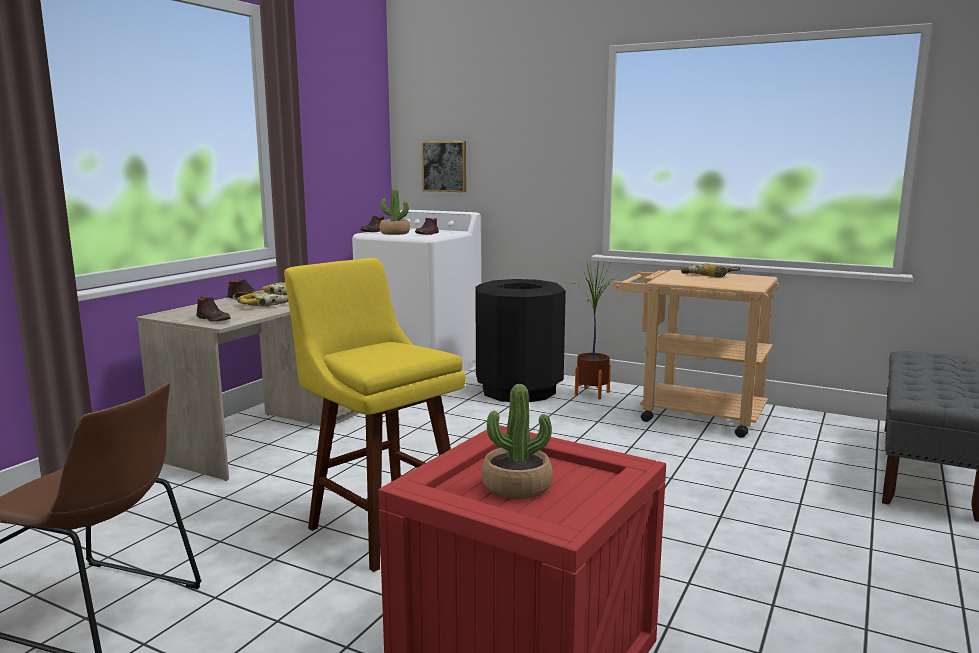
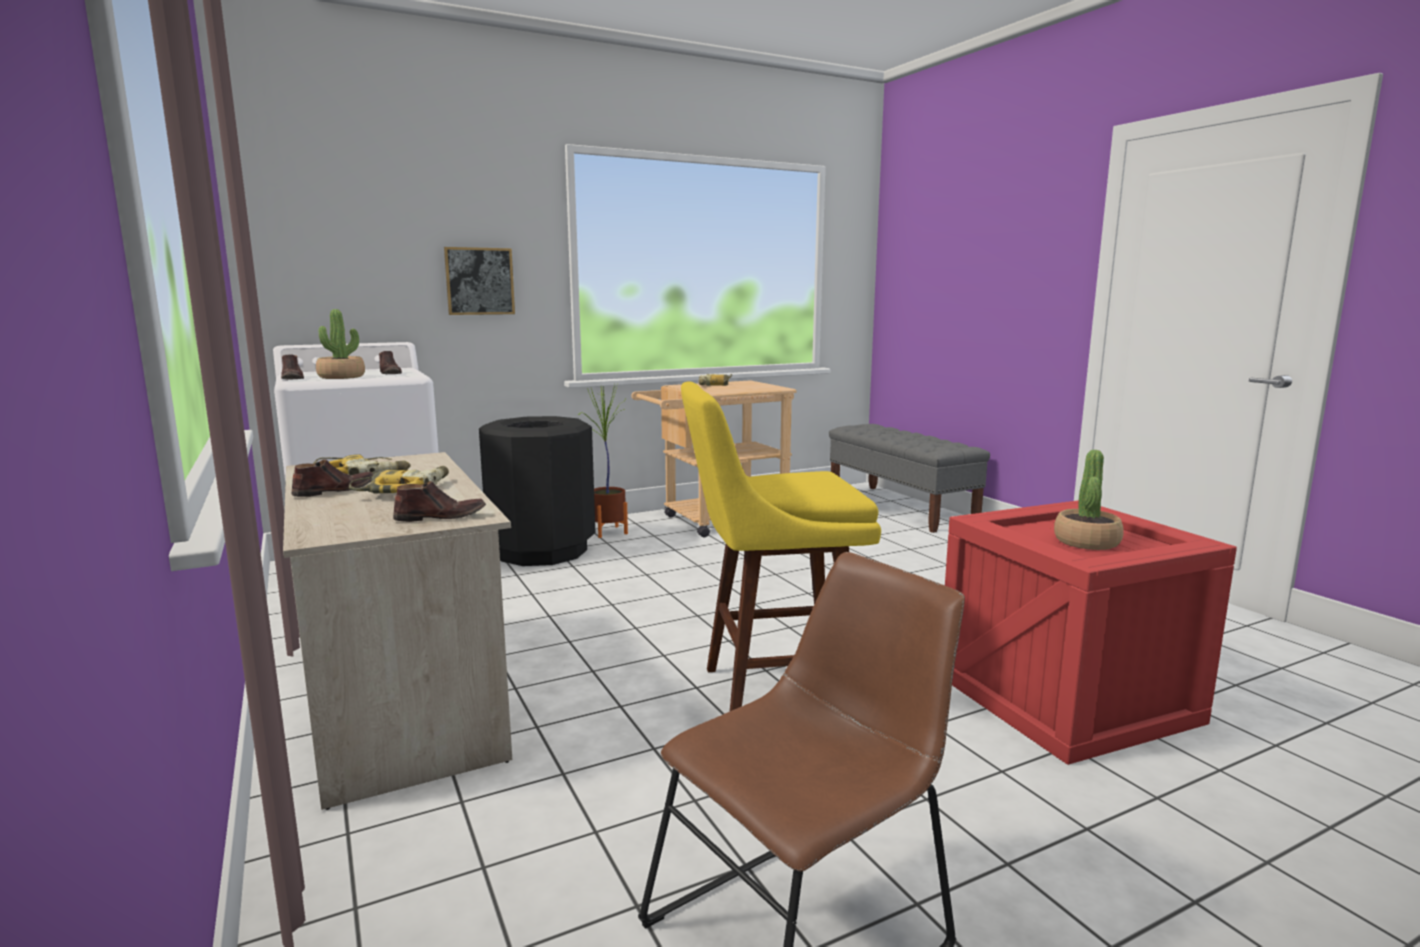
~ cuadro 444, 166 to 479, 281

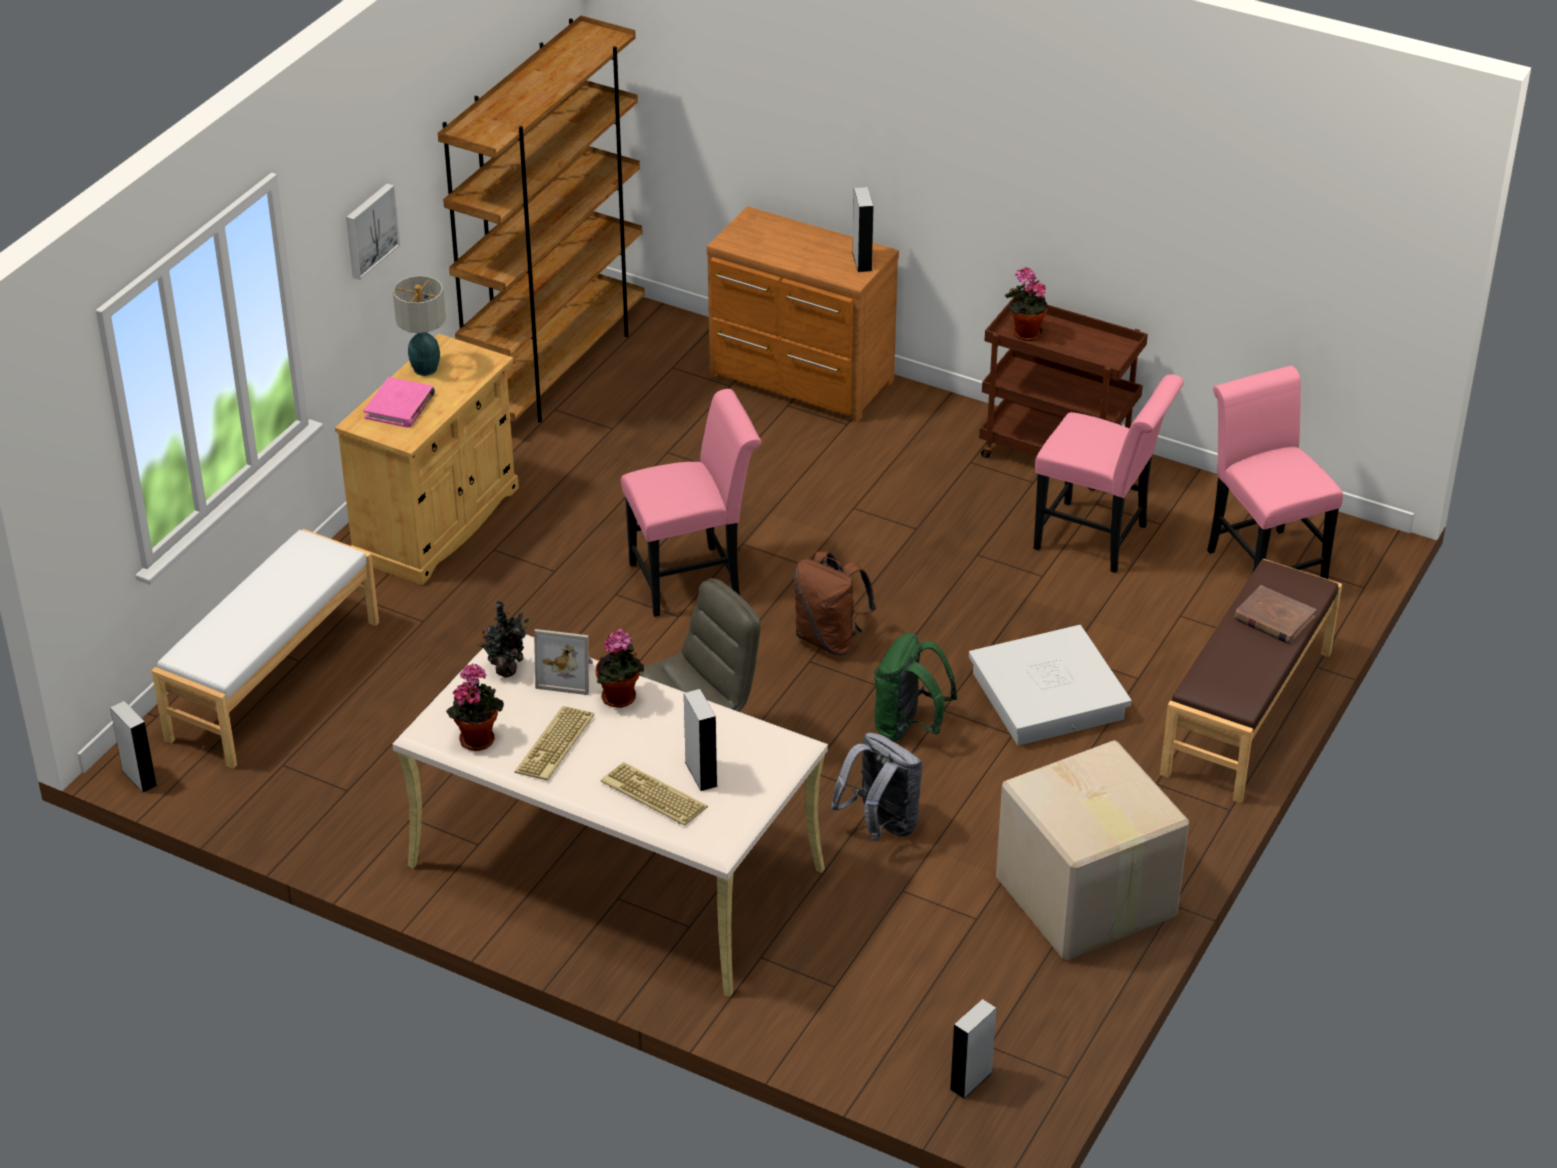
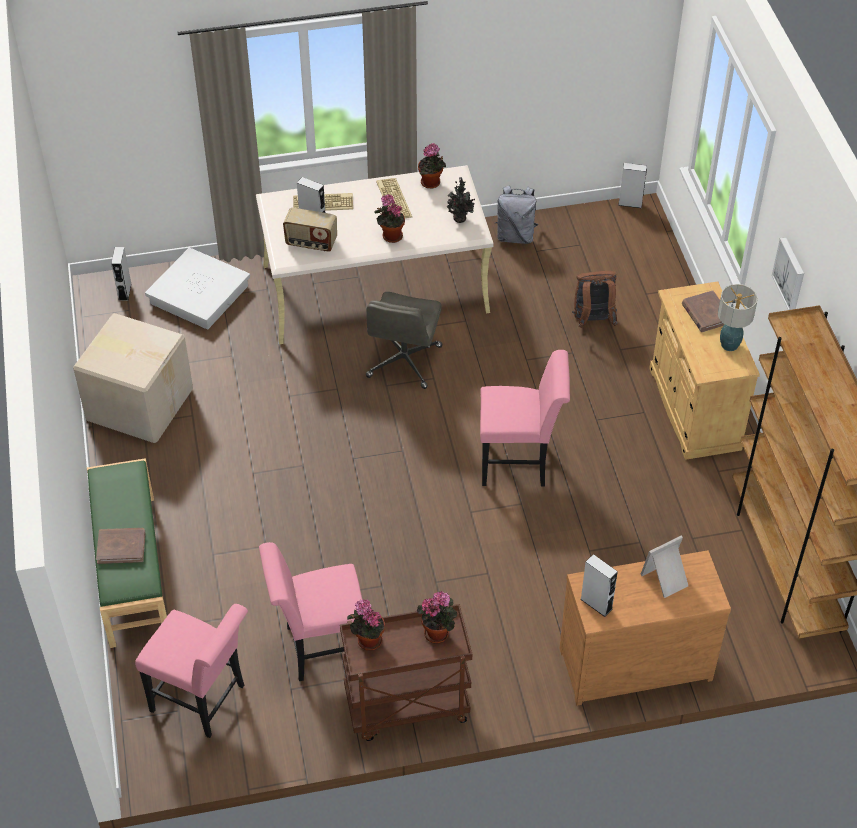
- banco (blanco) 273, 680
- mochila (verde) 909, 727
+ radio 311, 243
+ planta en maceta 367, 640
~ portarretratos 568, 674 to 666, 580
~ mochila (marrón) 830, 639 to 592, 321
~ mochila (gris) 880, 826 to 515, 236
~ caja de almacenaje (blanco) 1047, 696 to 199, 294
~ libro (rosa) 400, 406 to libro (marrón) 706, 313
~ banco (marrón) 1248, 713 to banco (verde) 131, 570
~ silla (rosa) 693, 579 = 520, 462 120 degrees counterclockwise

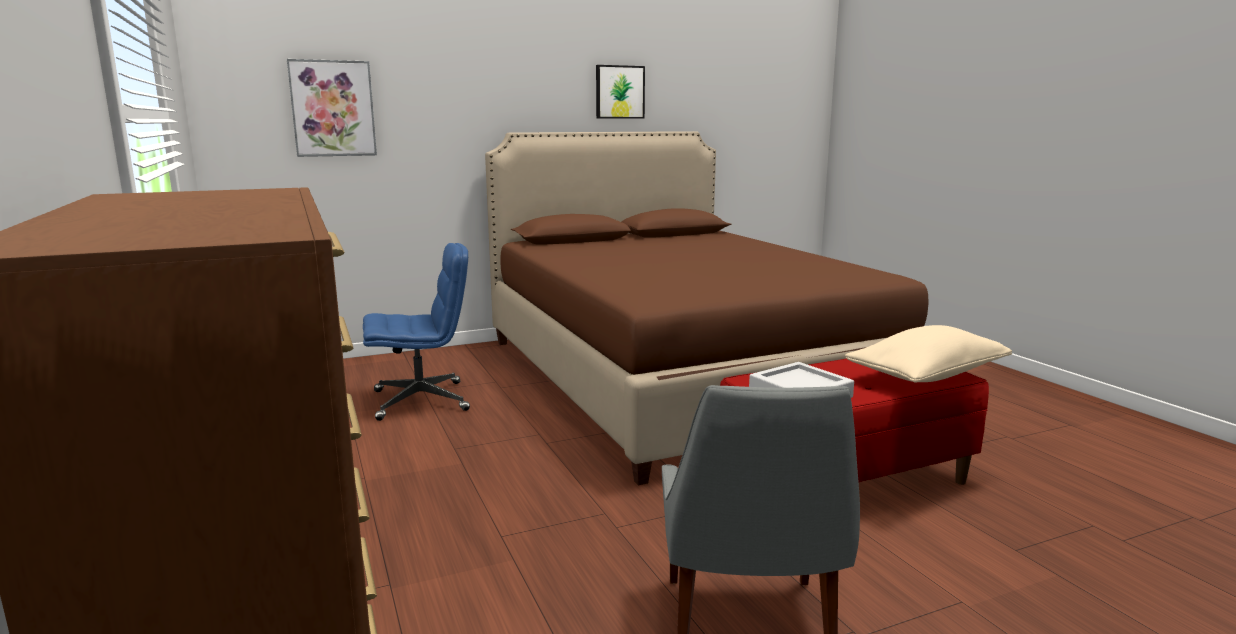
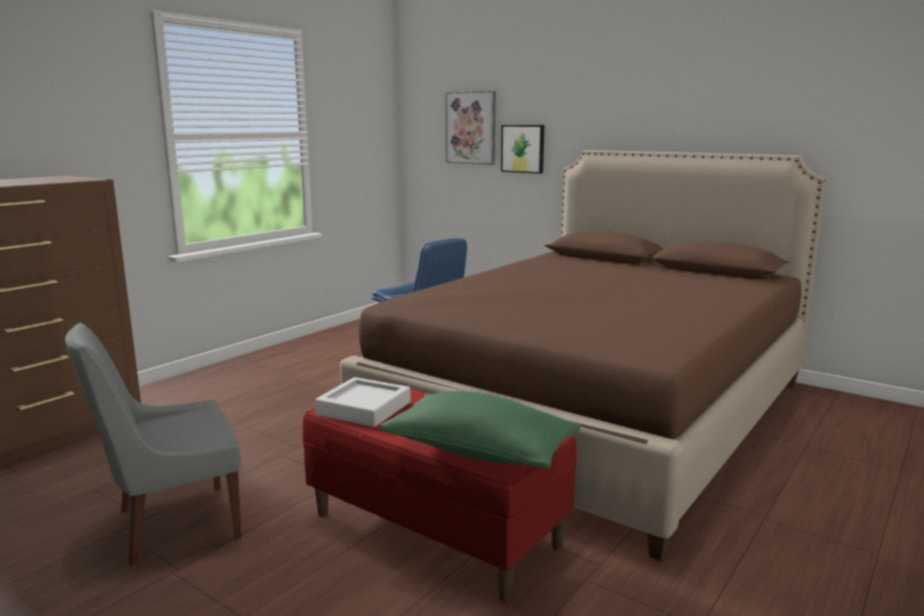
~ cuadro 619, 92 to 523, 148
~ cojín (beis) 926, 376 to cojín (verde) 480, 452

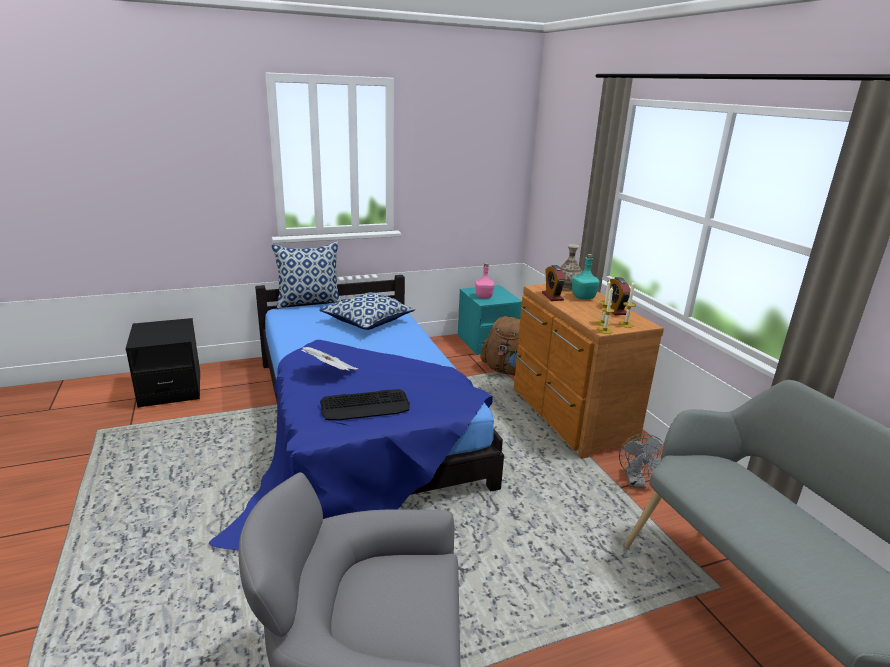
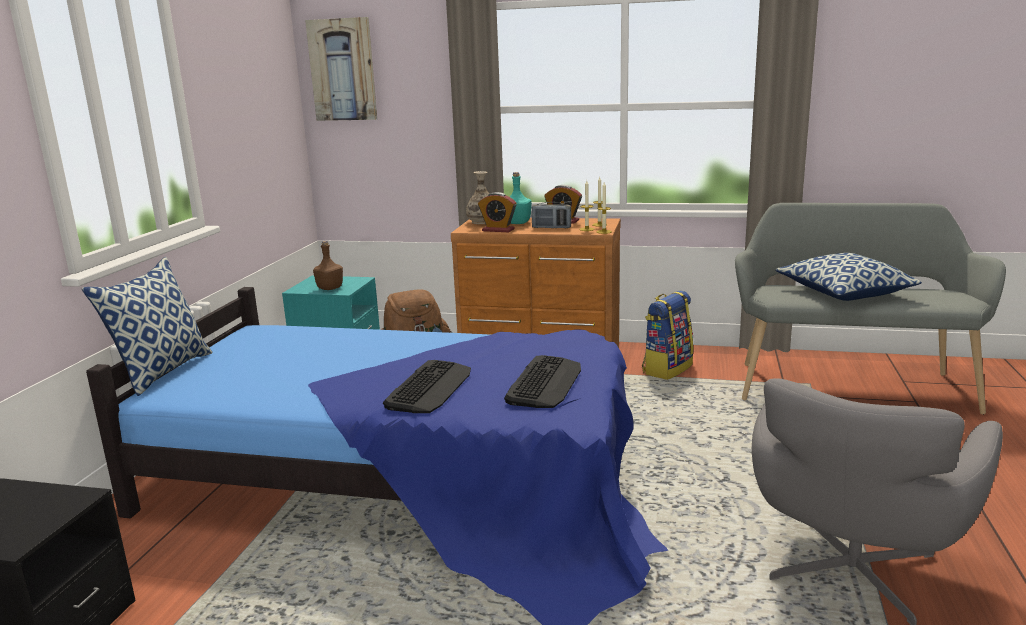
+ cuadro 343, 70
+ radio 551, 227
~ cojín 367, 321 to 843, 293
~ periódico 330, 372 to teclado 430, 387
~ ventilador (gris) 636, 483 to mochila 667, 368
~ botella (rosa) 484, 297 to botella (marrón) 330, 288

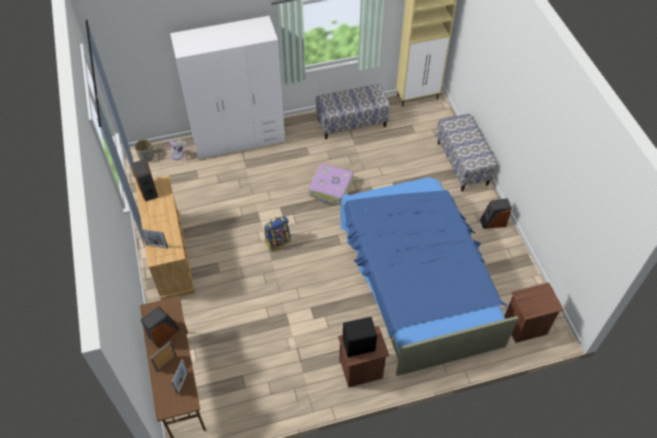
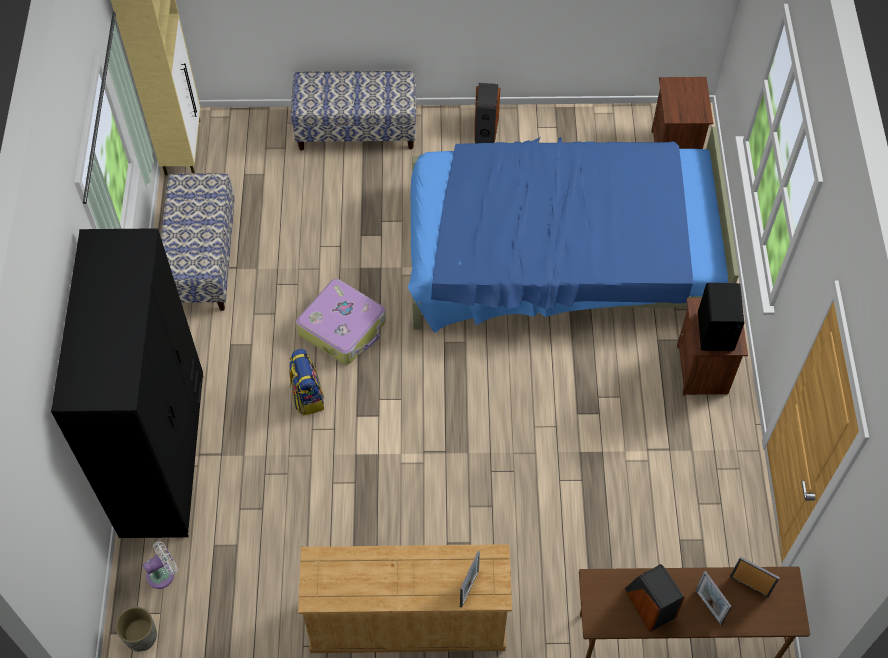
- altavoz 148, 190
~ mochila 277, 241 to 307, 396
~ armario ropero (blanco) 239, 139 to armario ropero (negro) 163, 453

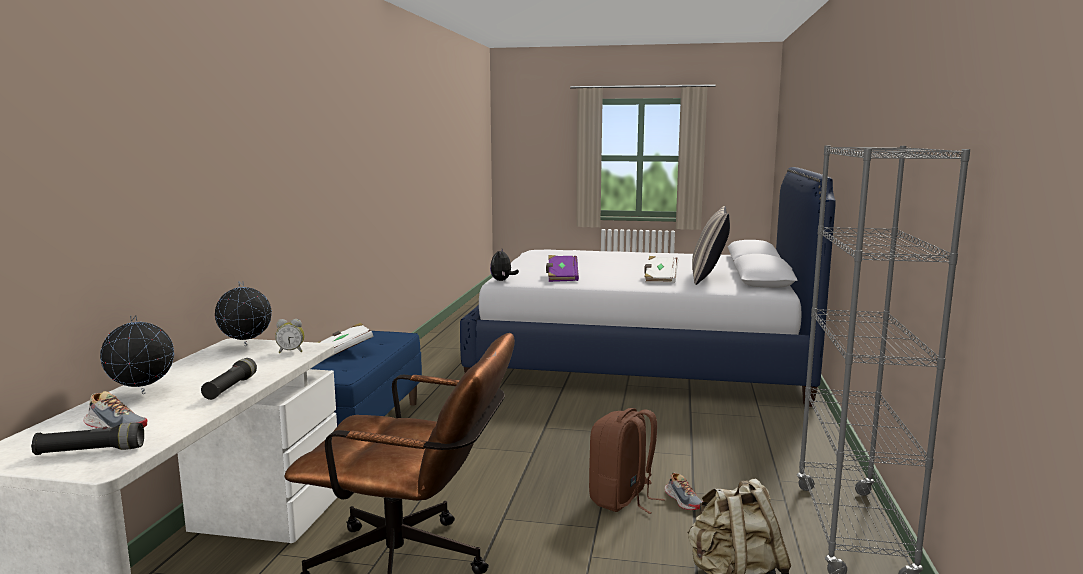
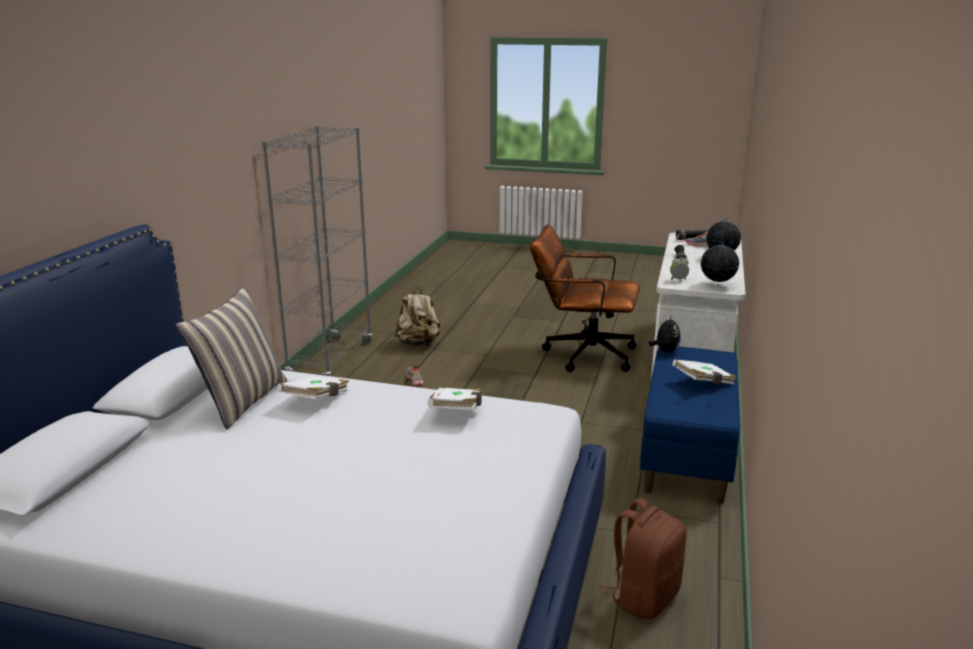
~ peluche 502, 280 to 665, 351
~ mochila (marrón) 622, 499 to 644, 596
~ libro (morado) 561, 277 to libro (blanco) 457, 411

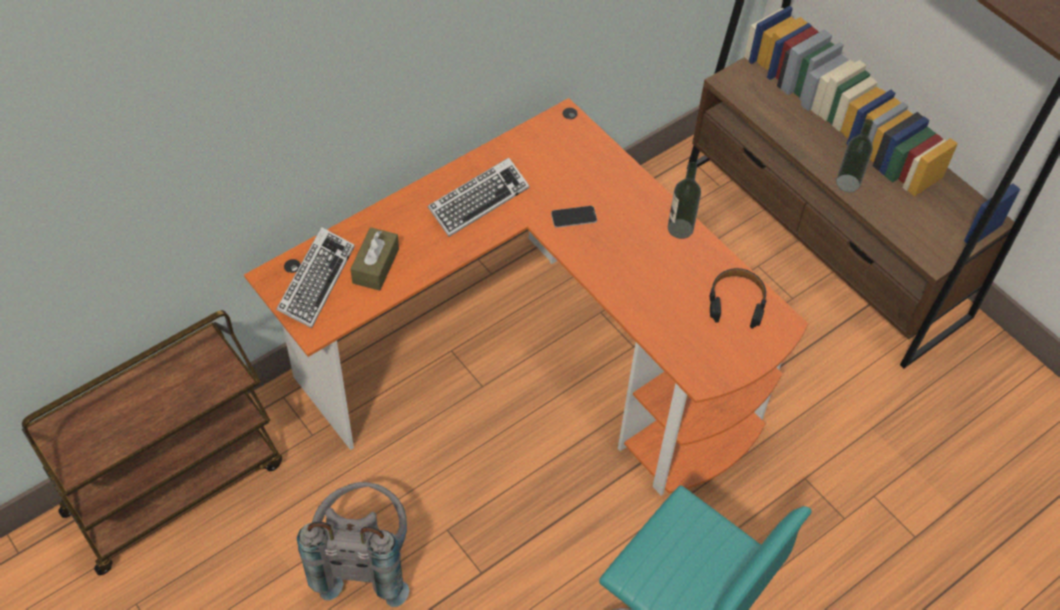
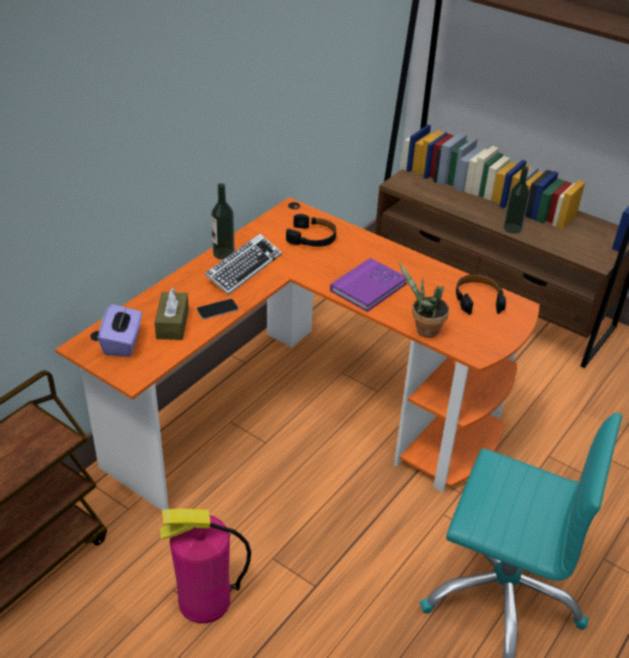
+ auriculares (negro) 312, 238
+ libro (morado) 368, 287
+ planta en maceta 423, 330
~ móvil 573, 217 to 217, 309
~ botella 680, 228 to 223, 253
~ teclado 316, 281 to caja de pañuelos (morado) 123, 343
~ mochila (gris) 362, 560 to extintor 204, 601

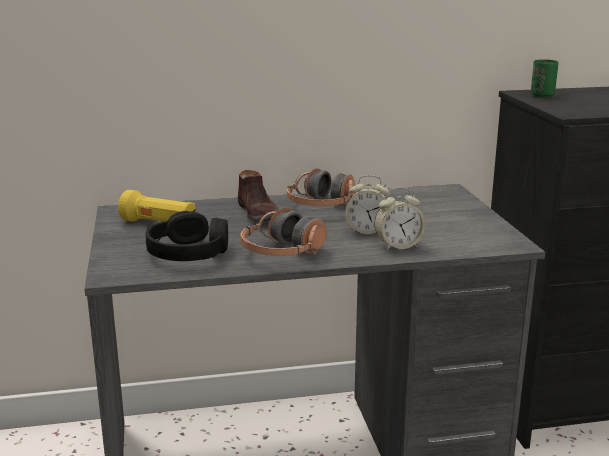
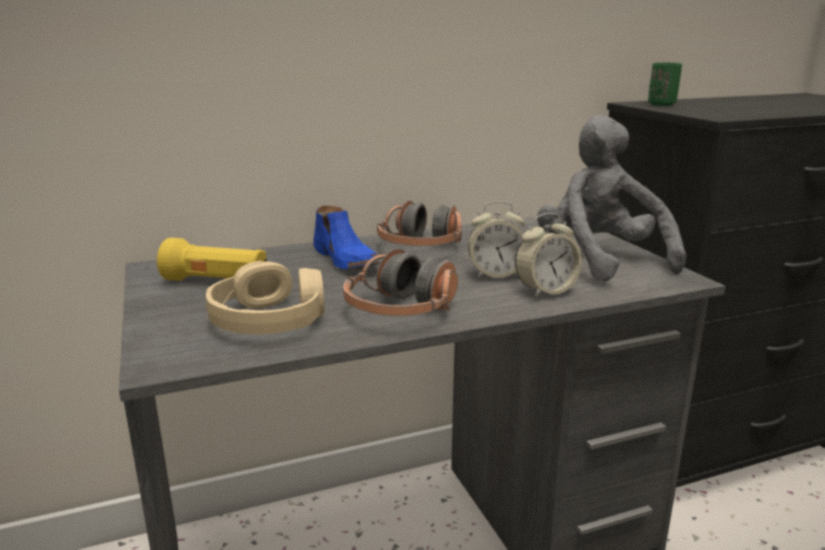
+ peluche (gris) 599, 259
~ auriculares (negro) 189, 253 to auriculares (beis) 270, 320
~ zapato (marrón) 259, 213 to zapato (azul) 346, 260

